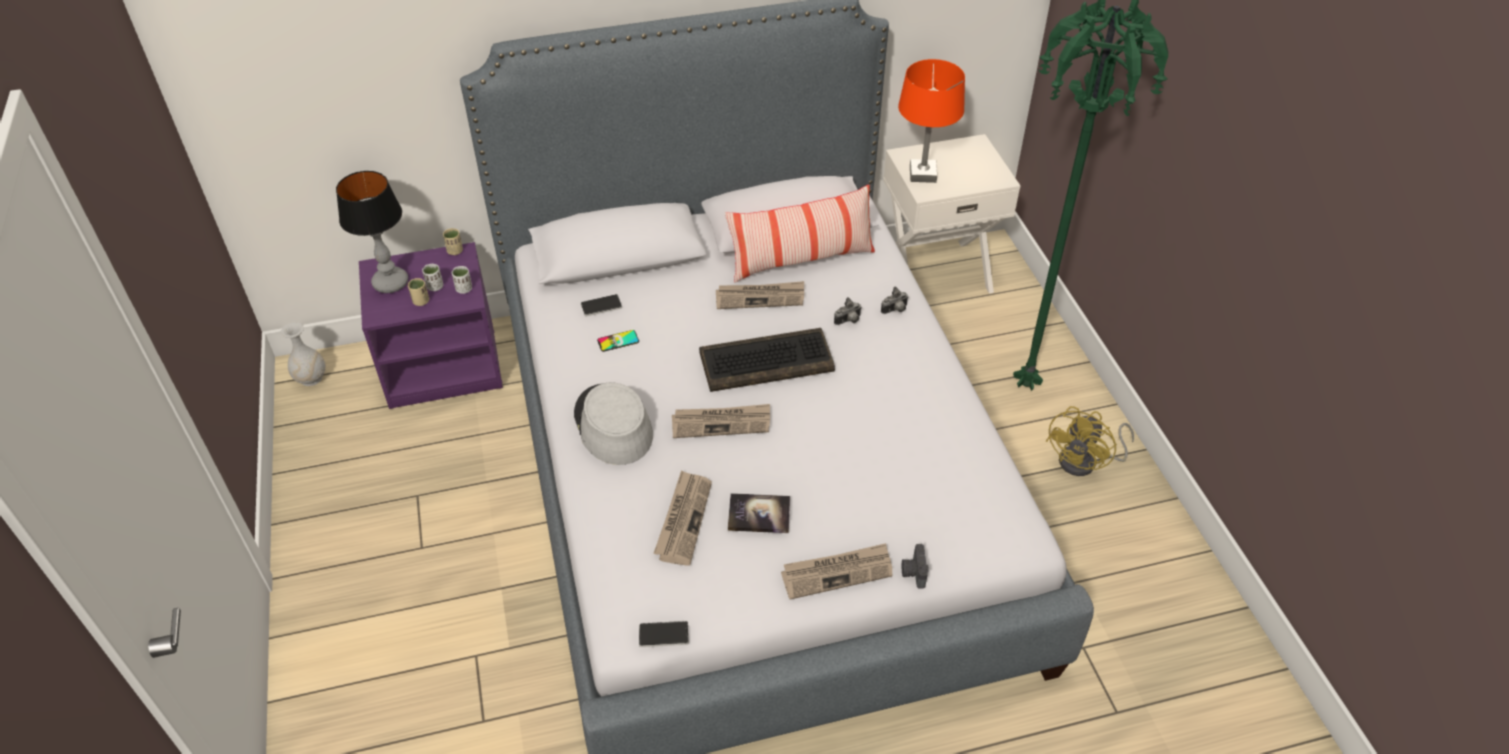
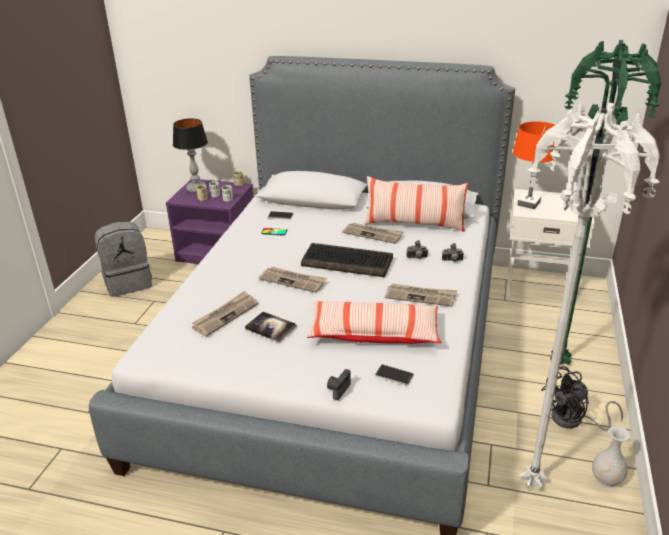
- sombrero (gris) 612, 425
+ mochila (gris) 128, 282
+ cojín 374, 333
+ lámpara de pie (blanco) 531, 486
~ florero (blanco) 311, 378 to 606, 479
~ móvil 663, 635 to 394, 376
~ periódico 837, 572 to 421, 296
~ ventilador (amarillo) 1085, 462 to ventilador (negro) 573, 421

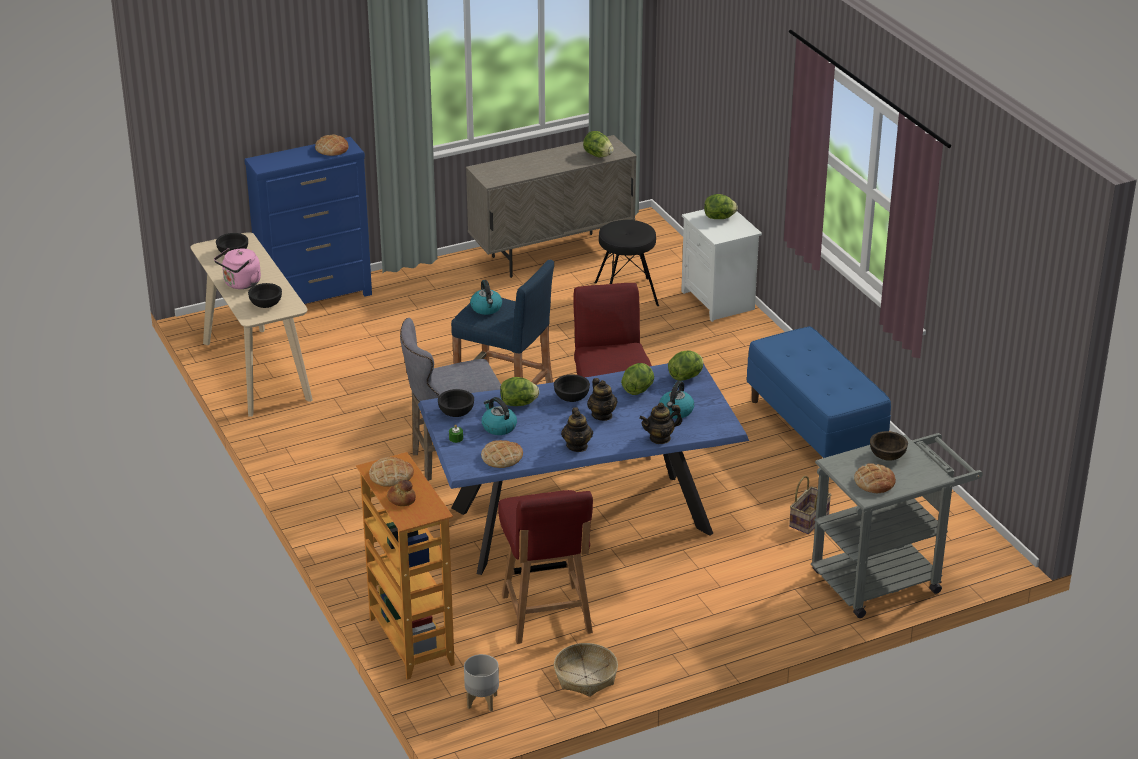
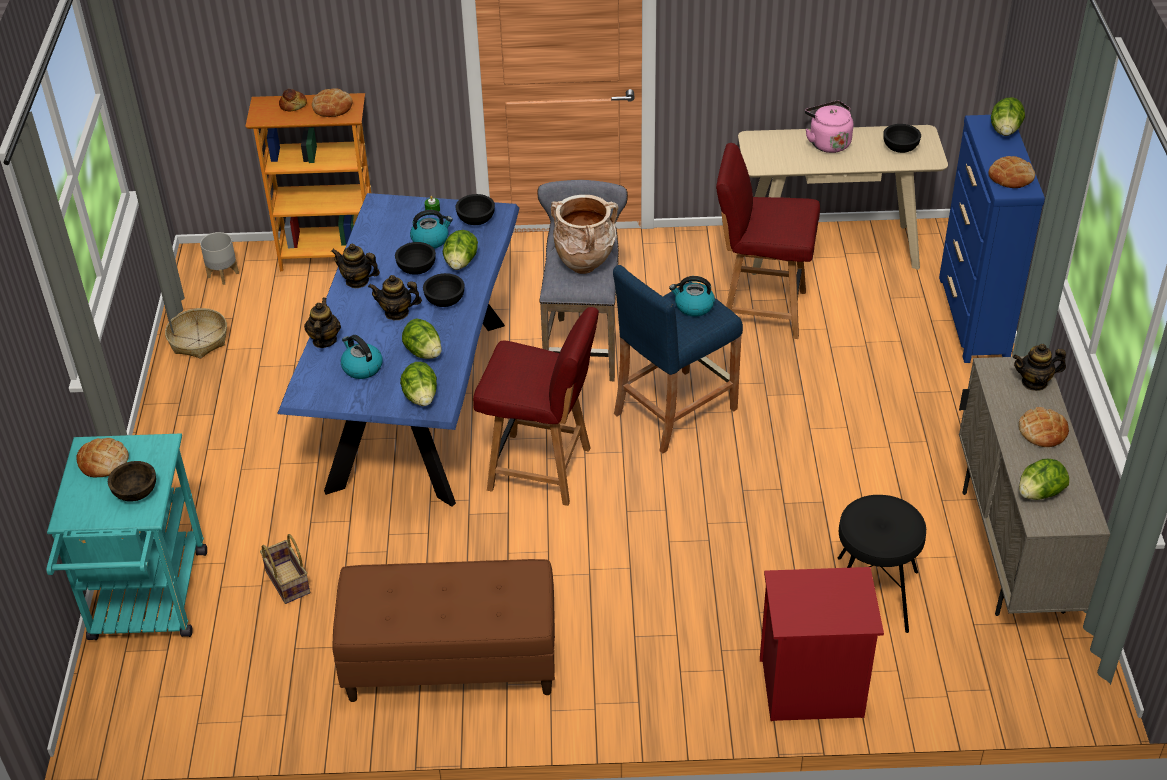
+ florero (beis) 585, 267
+ tetera 1034, 382
~ cuenco (negro) 266, 304 to 416, 269
~ pan 502, 457 to 1042, 431
~ silla (rojo) 547, 616 to 761, 310
~ lechuga 719, 218 to 1005, 131
~ mesita de noche (blanco) 719, 301 to mesita de noche (rojo) 810, 689
~ banco (azul) 815, 429 to banco (marrón) 450, 664
~ carrito (gris) 886, 578 to carrito (turquesa) 147, 605

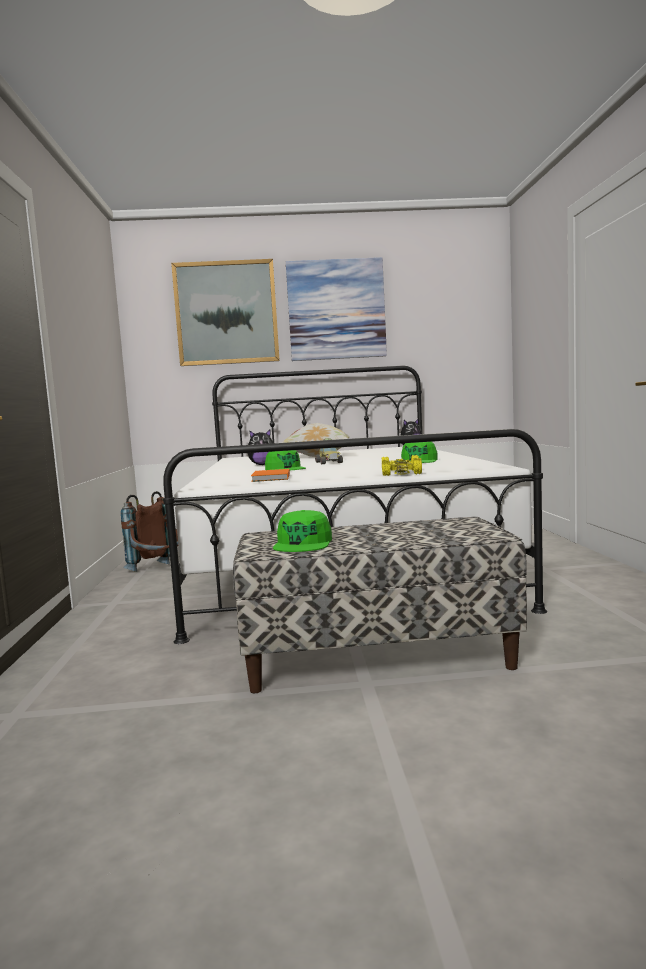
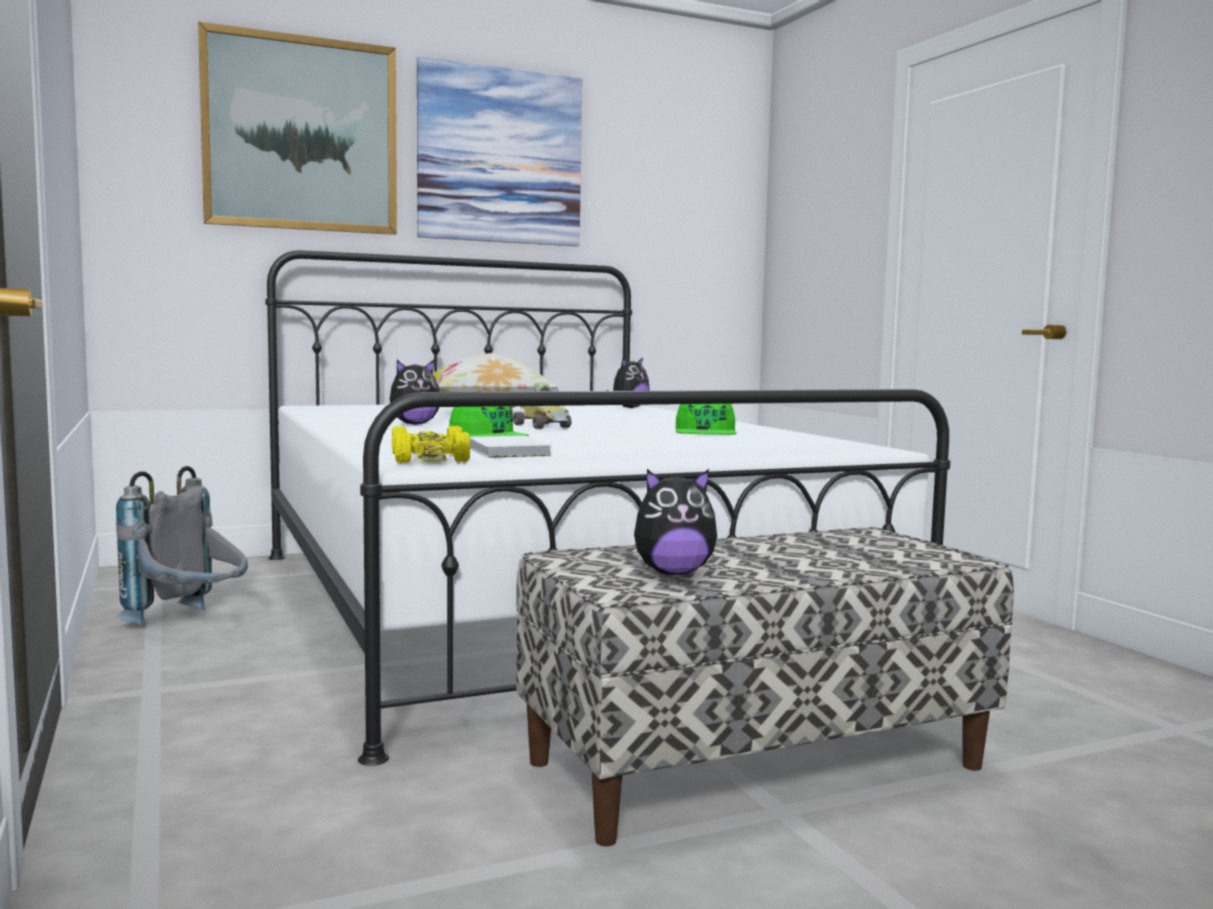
~ coche de juguete (amarillo) 401, 473 to 430, 459
~ gorra (verde) 303, 543 to peluche 673, 573
~ mochila (marrón) 158, 571 to mochila (gris) 191, 623
~ libro (naranja) 270, 478 to libro (blanco) 507, 452

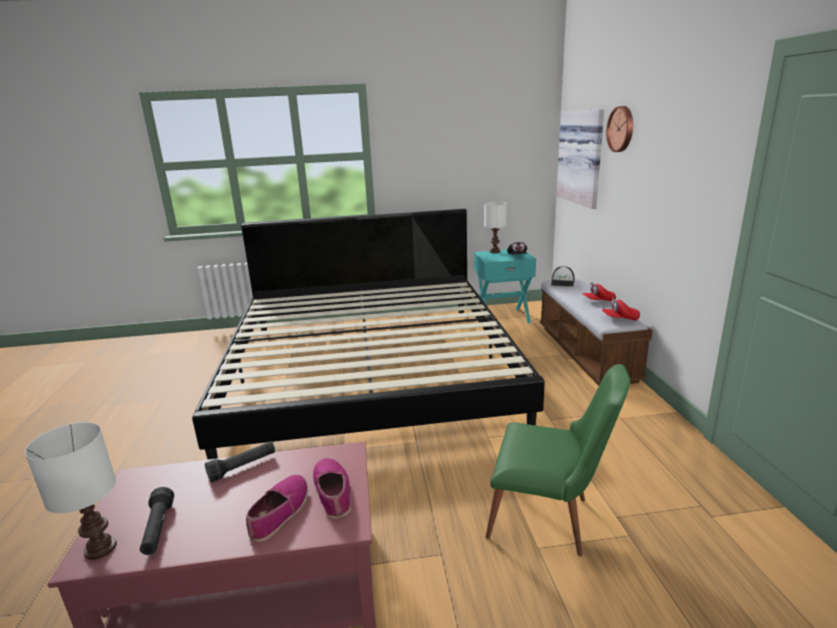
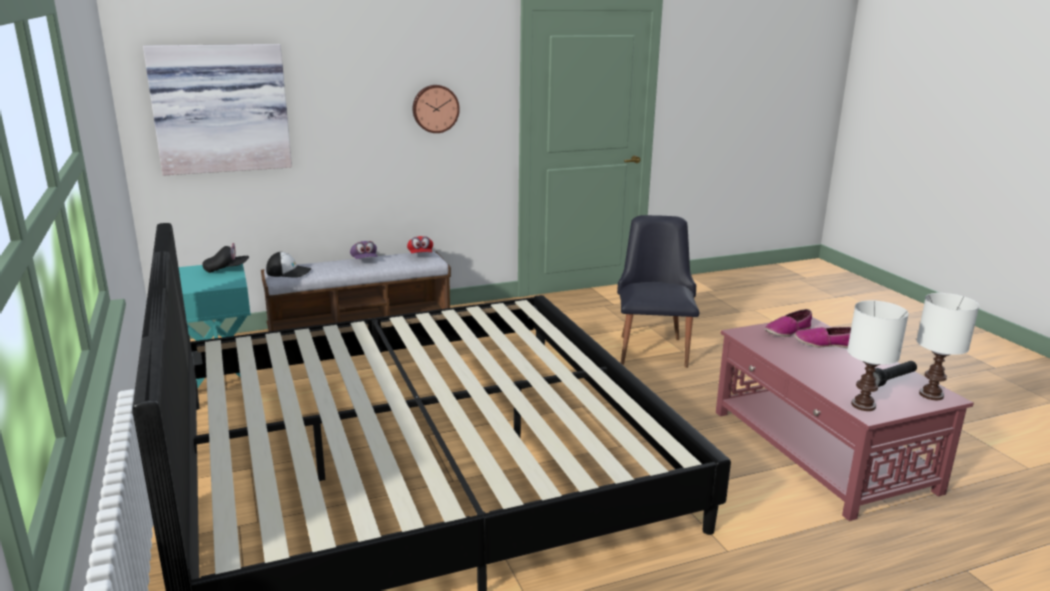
- linterna (negro) 243, 467
~ lámpara de mesa (blanco) 495, 251 to 863, 405
~ reloj de pared 621, 129 to 435, 108
~ silla (verde) 549, 520 to silla (negro) 653, 347
~ gorra (rojo) 598, 301 to gorra (morado) 364, 260

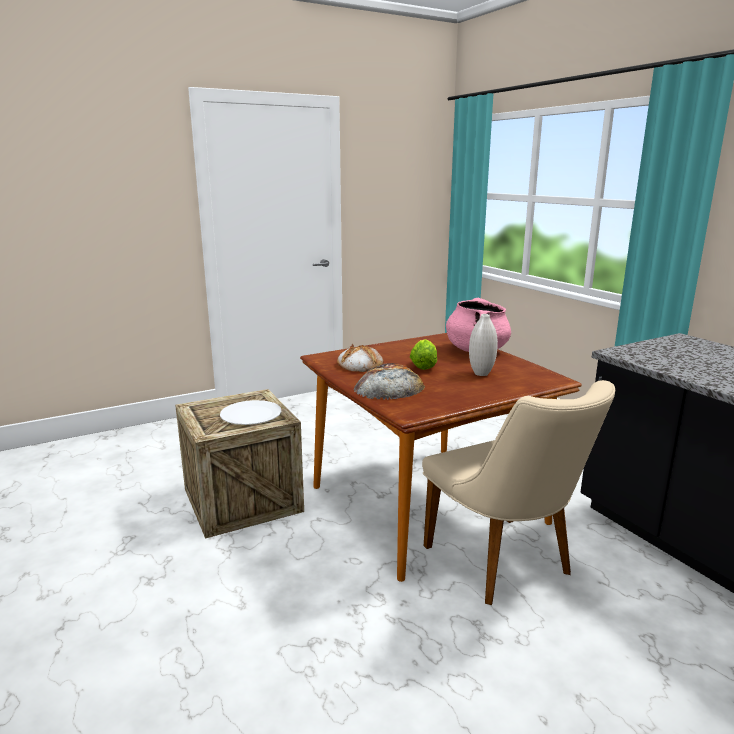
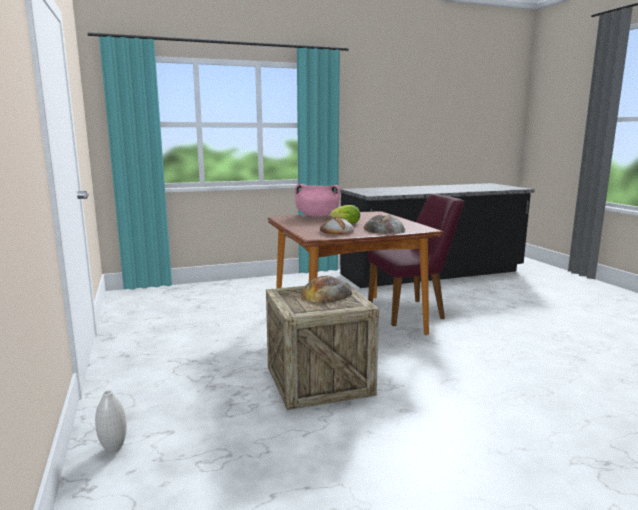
~ florero (blanco) 481, 374 to 113, 448
~ plato (blanco) 251, 414 to pan 326, 293
~ silla (beis) 506, 566 to silla (morado) 412, 311

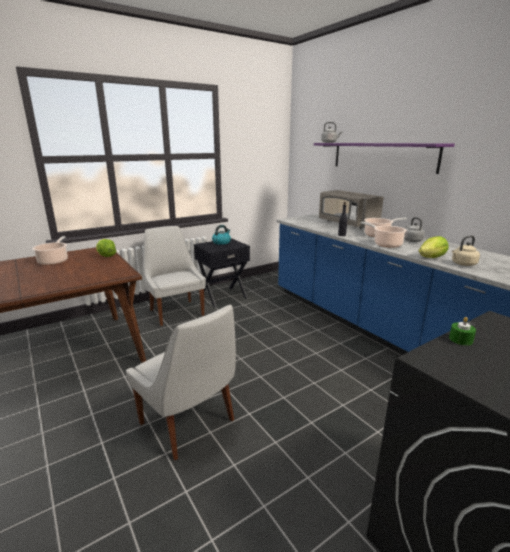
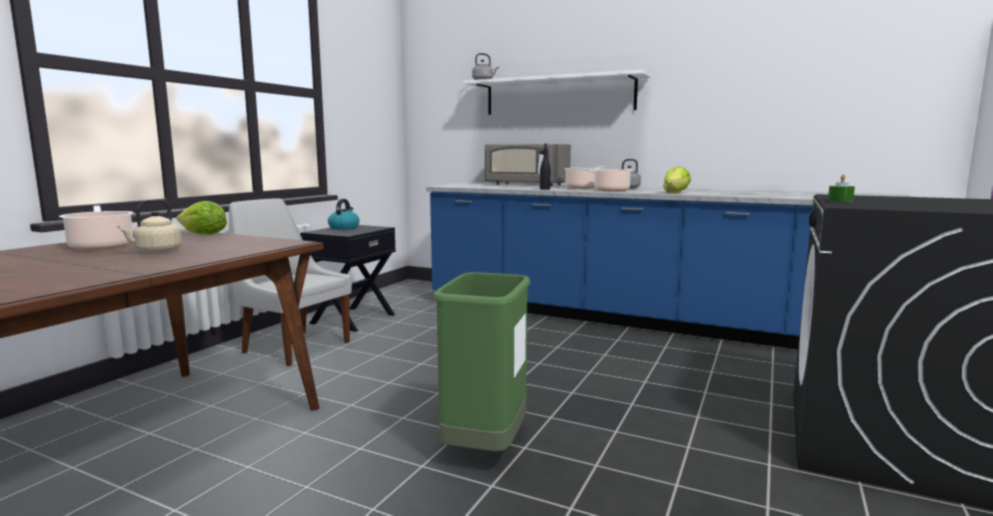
~ hervidor (beis) 463, 264 to 156, 251
~ silla (blanco) 189, 423 to papelera (verde) 485, 448
~ estante (morado) 382, 156 to estante (blanco) 558, 96

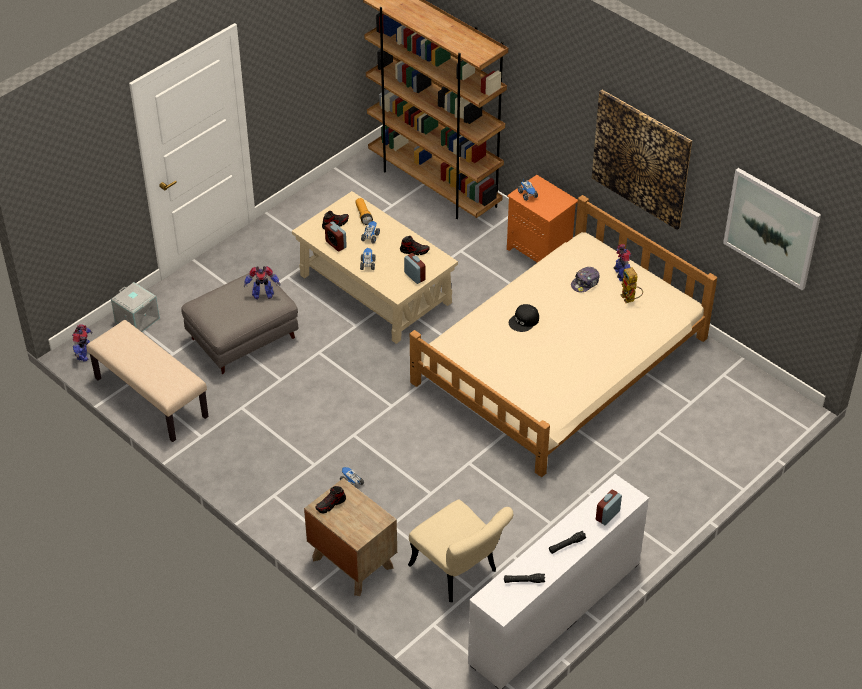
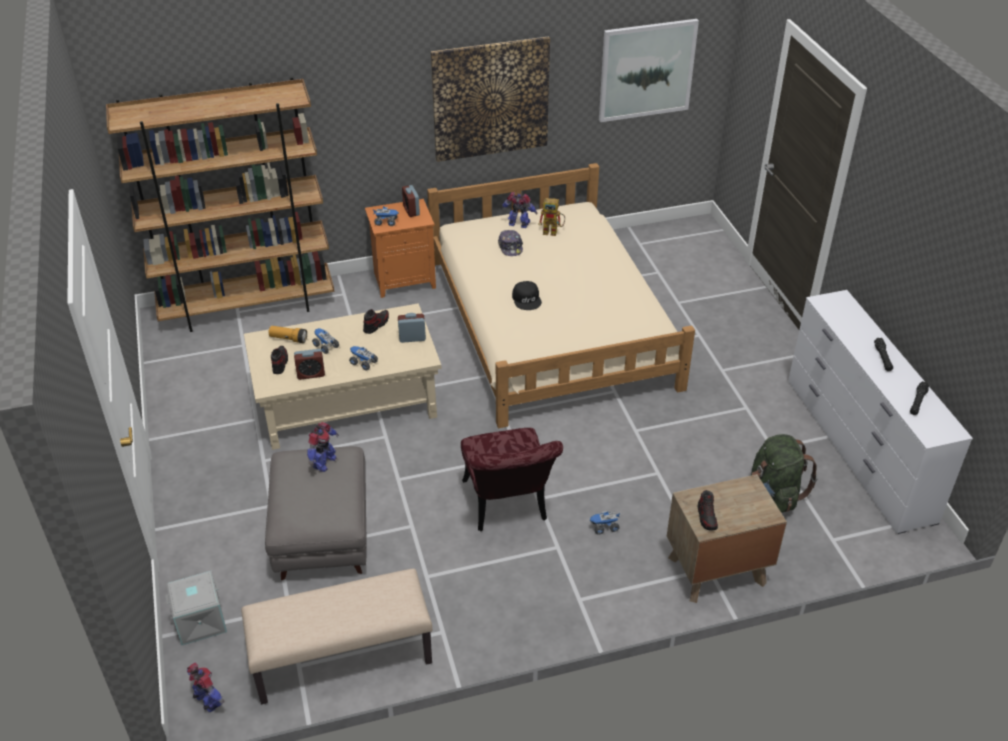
+ silla (rojo) 507, 507
~ despertador 607, 515 to 411, 210
~ silla (beis) 459, 573 to mochila (verde) 775, 493

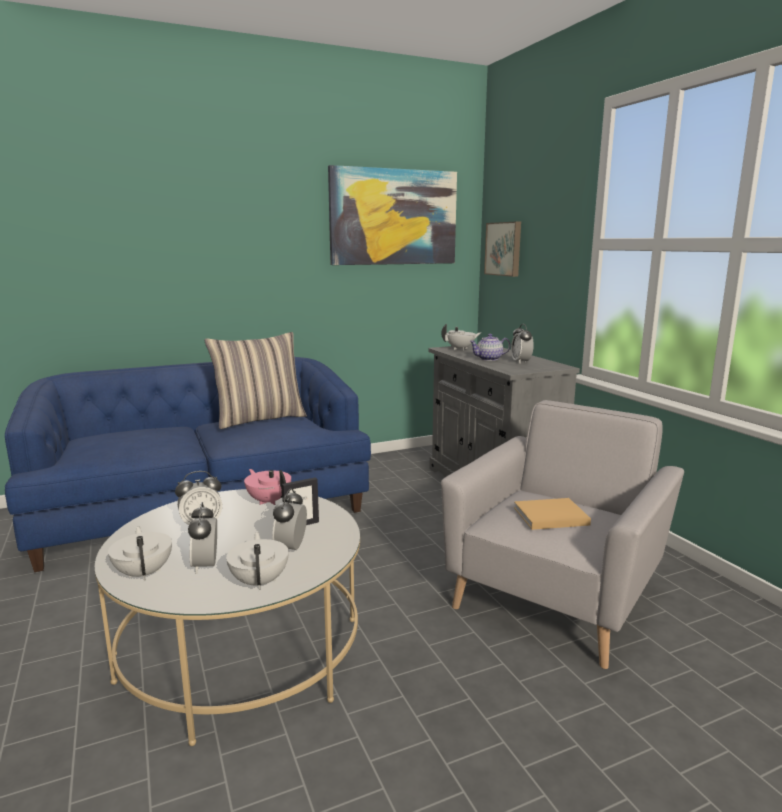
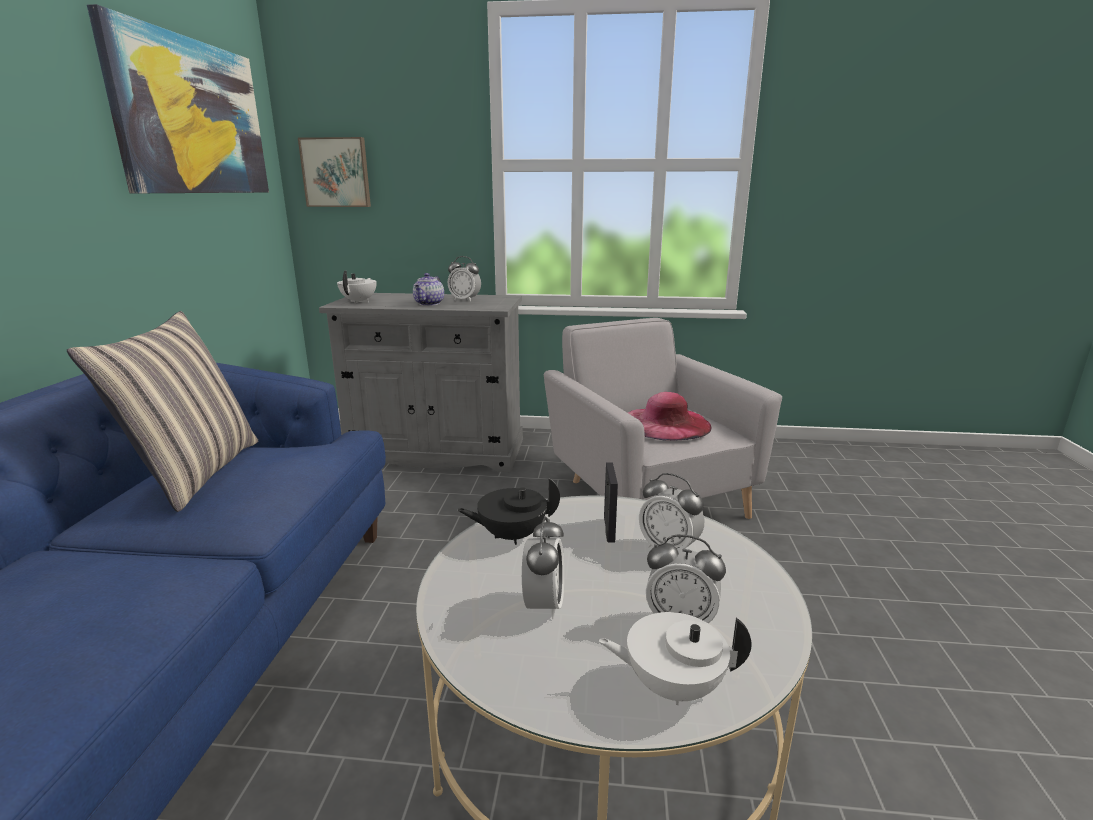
- tetera (blanco) 260, 581
~ libro (beis) 548, 516 to sombrero (rosa) 666, 423
~ tetera (rosa) 269, 501 to tetera (negro) 511, 535

